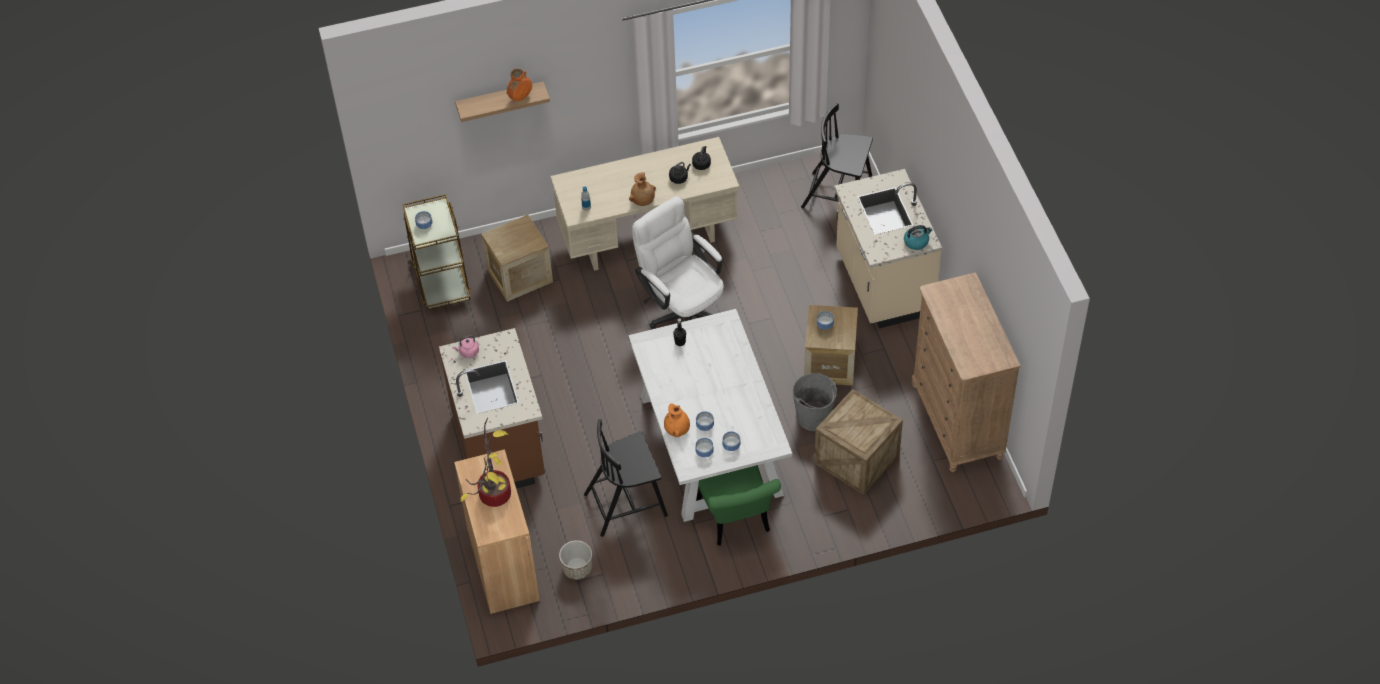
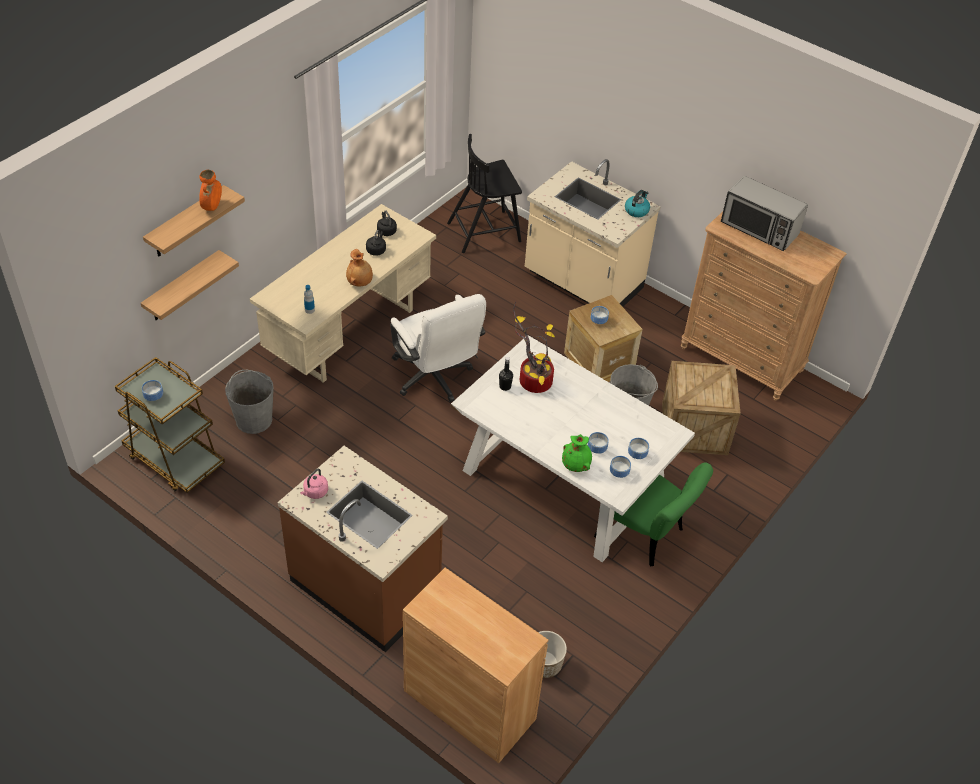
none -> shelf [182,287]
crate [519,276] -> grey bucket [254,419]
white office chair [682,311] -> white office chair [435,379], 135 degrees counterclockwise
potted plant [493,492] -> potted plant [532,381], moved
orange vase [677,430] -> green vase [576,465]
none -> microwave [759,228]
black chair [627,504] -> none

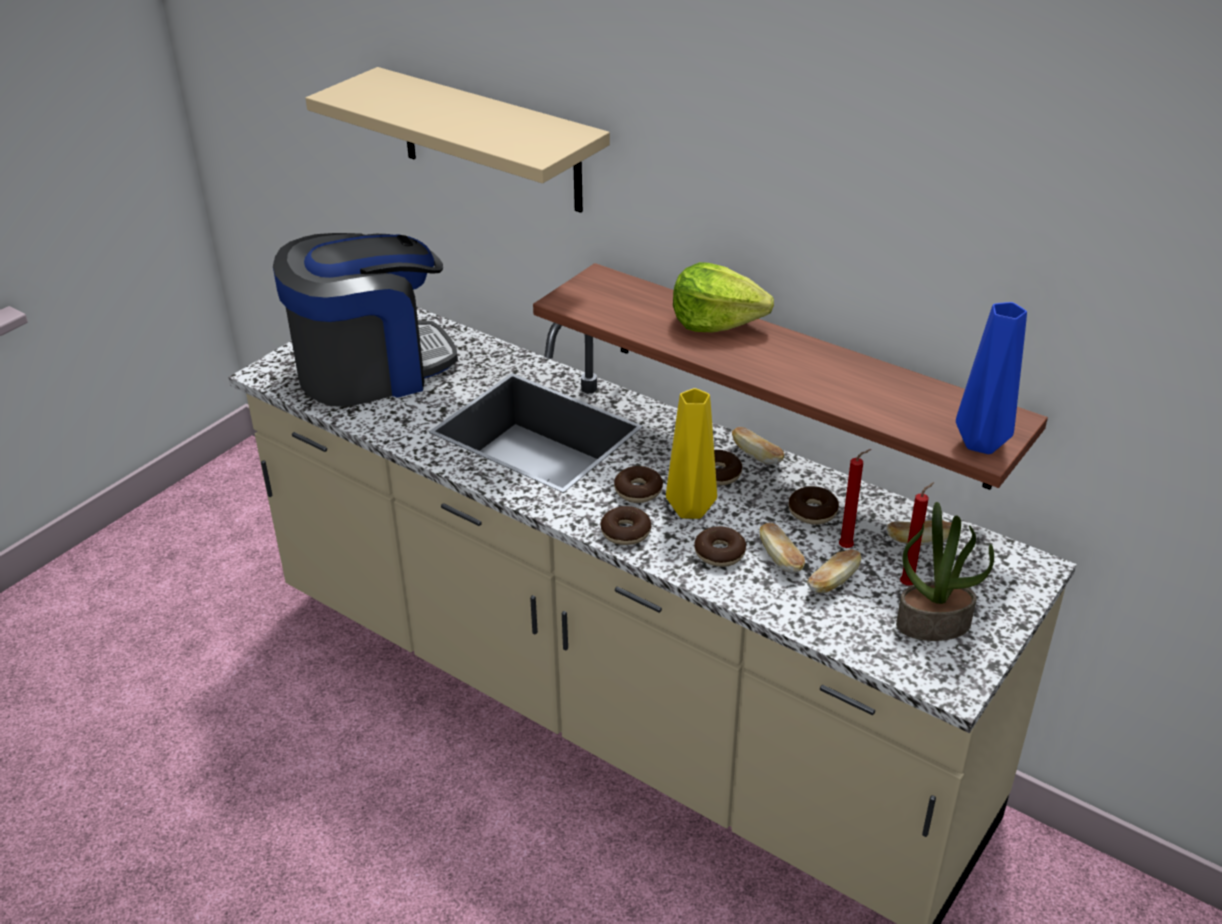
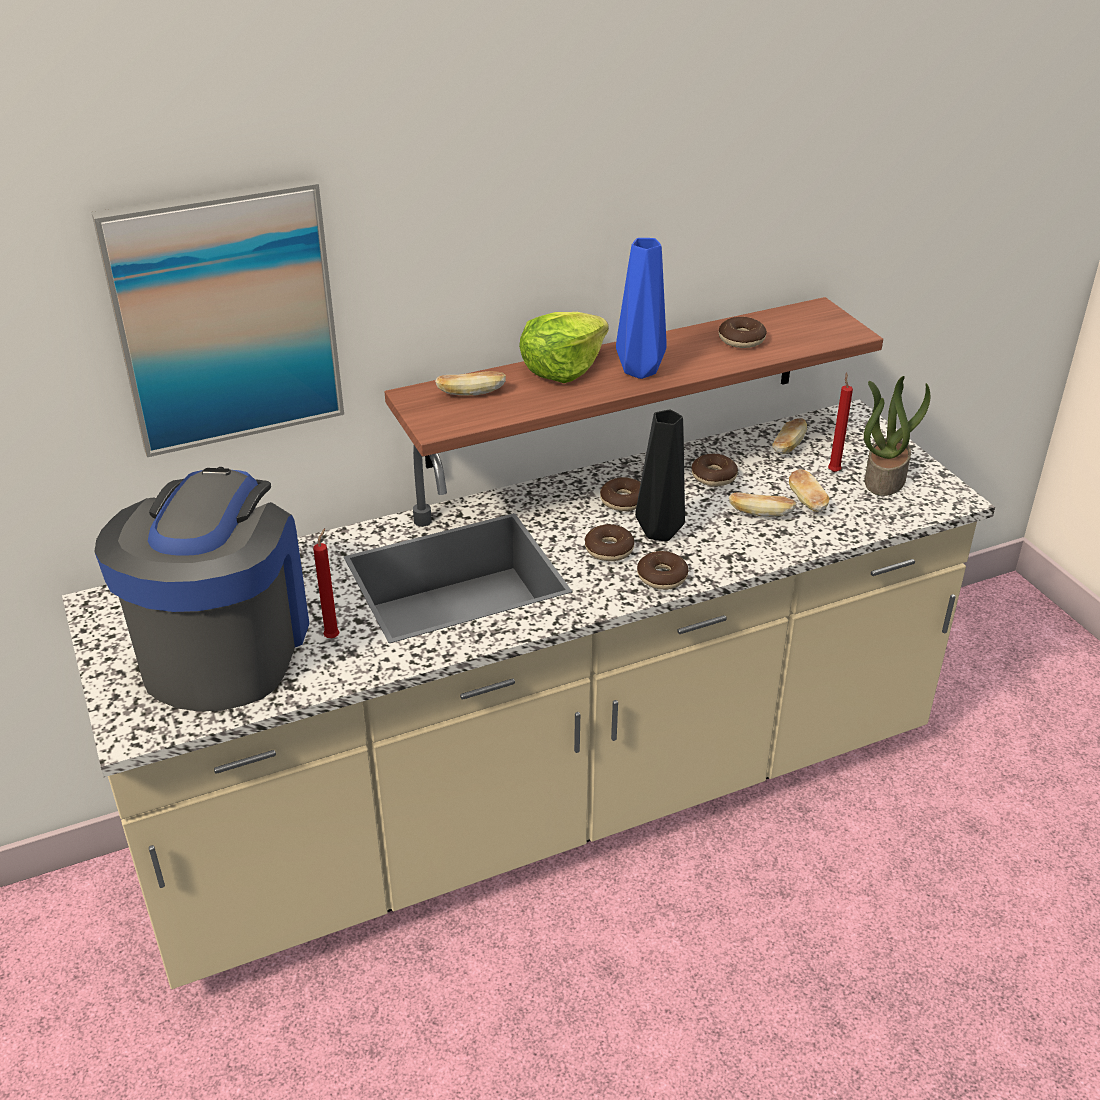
beige shelf [490,141] -> picture [226,318]
red candle [848,547] -> red candle [333,636], moved
bread [756,456] -> bread [471,393], moved
blue vase [984,443] -> blue vase [640,370], moved
yellow vase [693,510] -> black vase [661,532]
donut [719,553] -> donut [741,340], moved

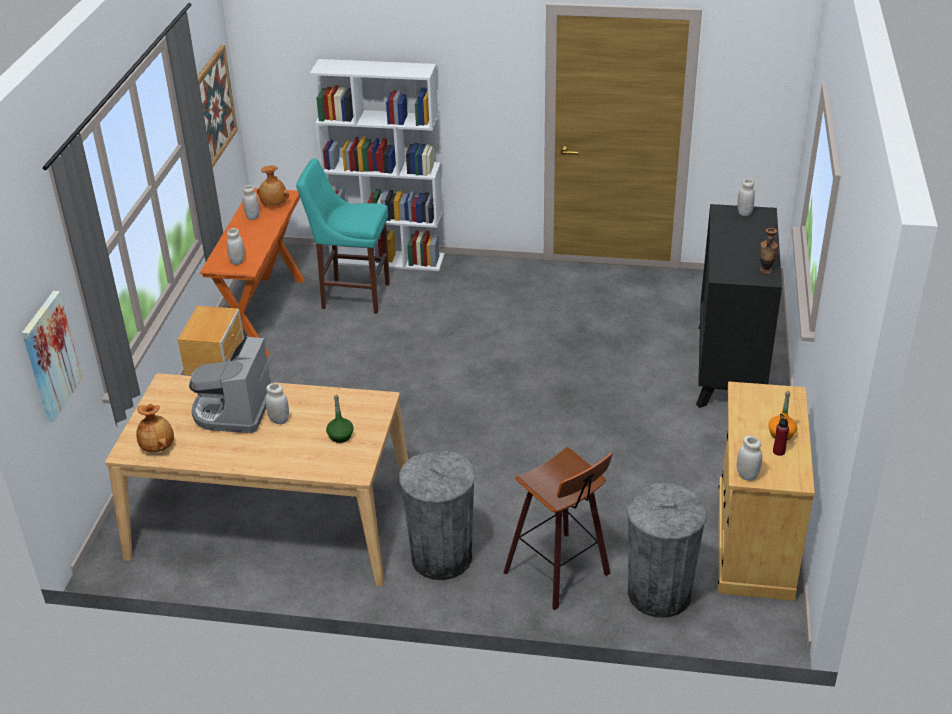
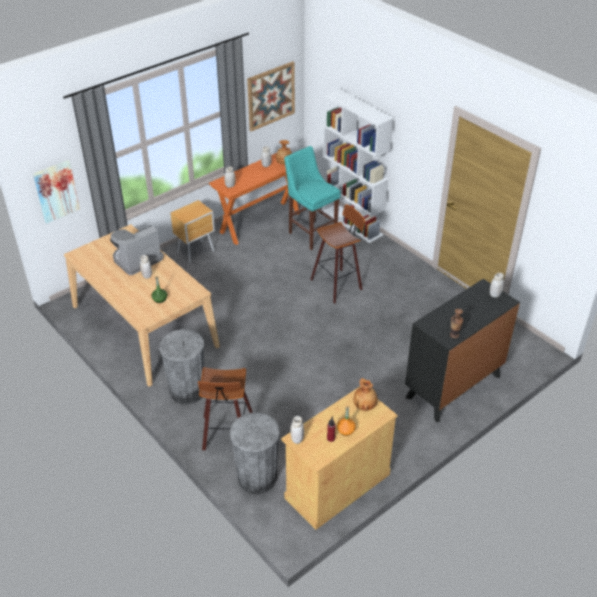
none -> stool [338,284]
brown vase [158,447] -> brown vase [365,405], moved

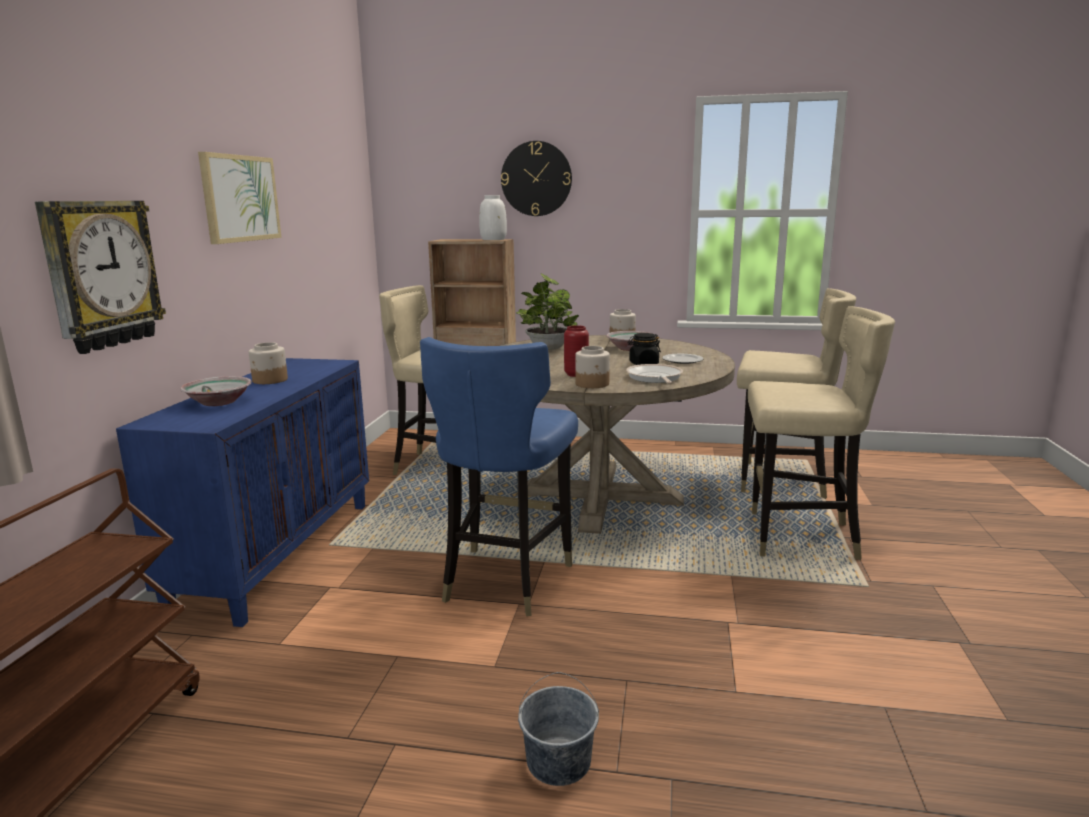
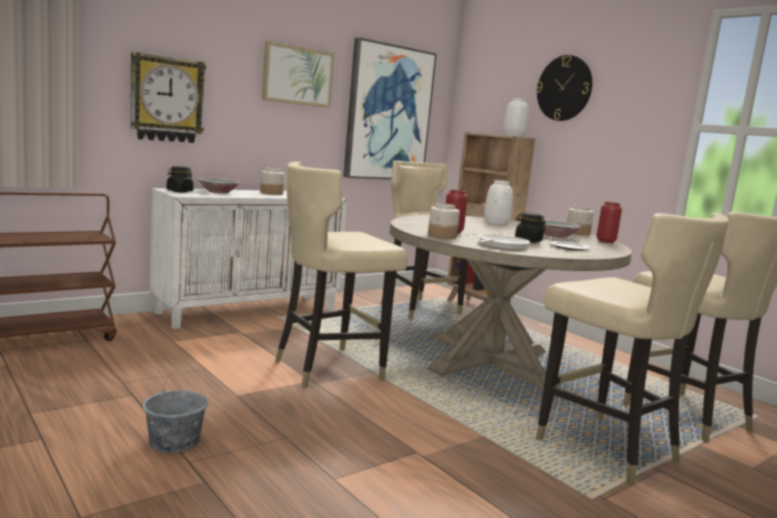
blue cabinet [278,553] -> white cabinet [248,311]
none -> black jar [179,191]
blue chair [505,579] -> beige chair [329,368]
none -> picture [388,113]
potted plant [548,347] -> white vase [496,223]
none -> red vase [605,241]

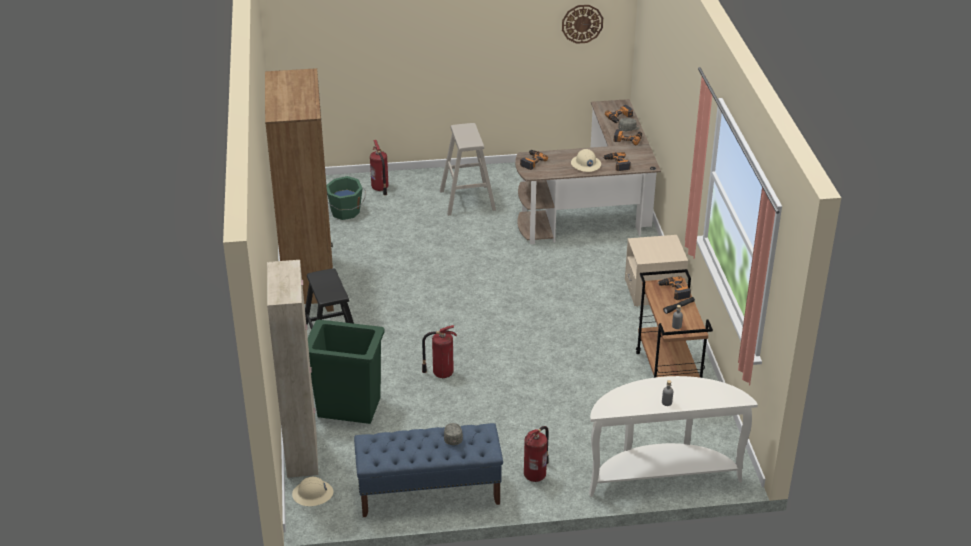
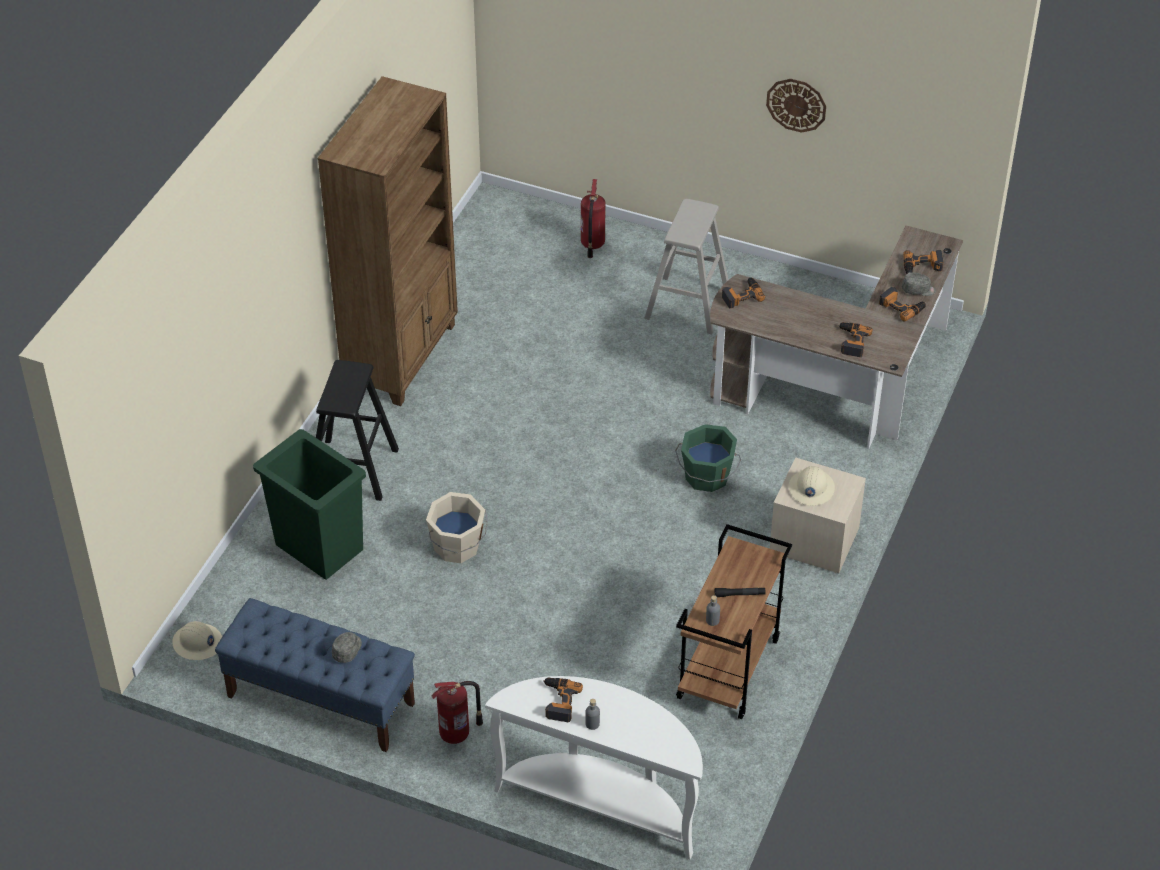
fire extinguisher [441,373] -> beige bucket [457,547]
power drill [674,291] -> power drill [558,701], moved
green bucket [345,212] -> green bucket [707,477], moved
wall clock [582,23] -> wall clock [796,104], moved
beige hard hat [585,164] -> beige hard hat [811,488], moved
beige cabinet [302,452] -> none

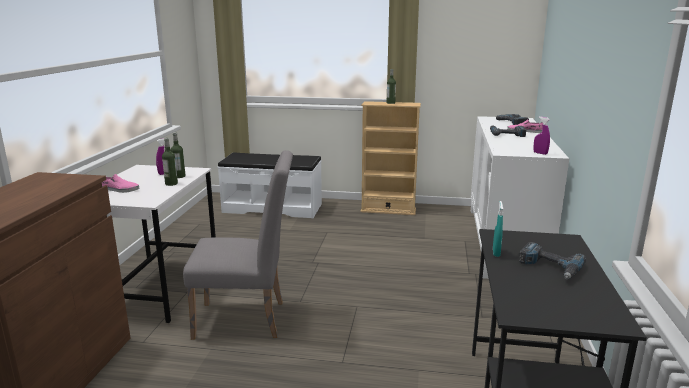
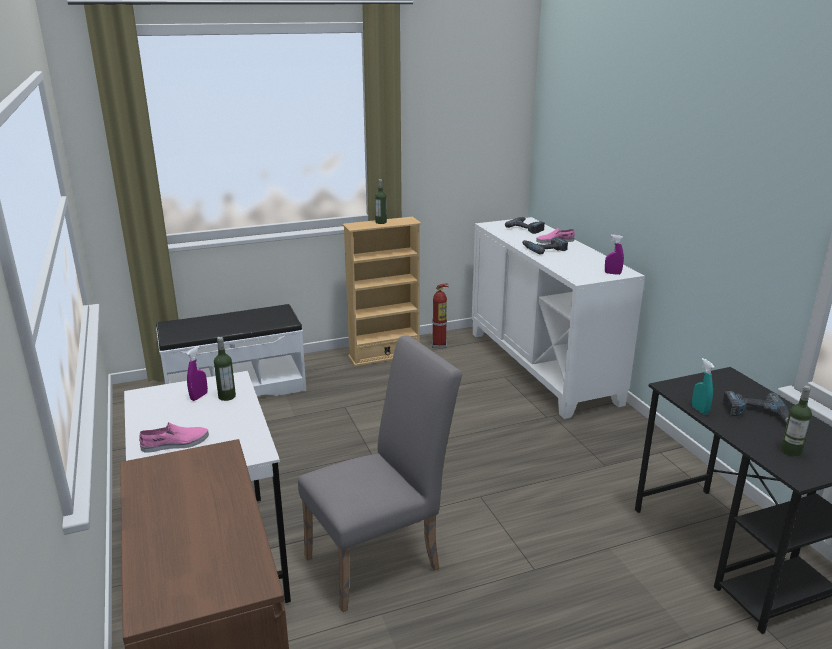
none -> fire extinguisher [439,345]
bottle [171,184] -> bottle [791,451], moved

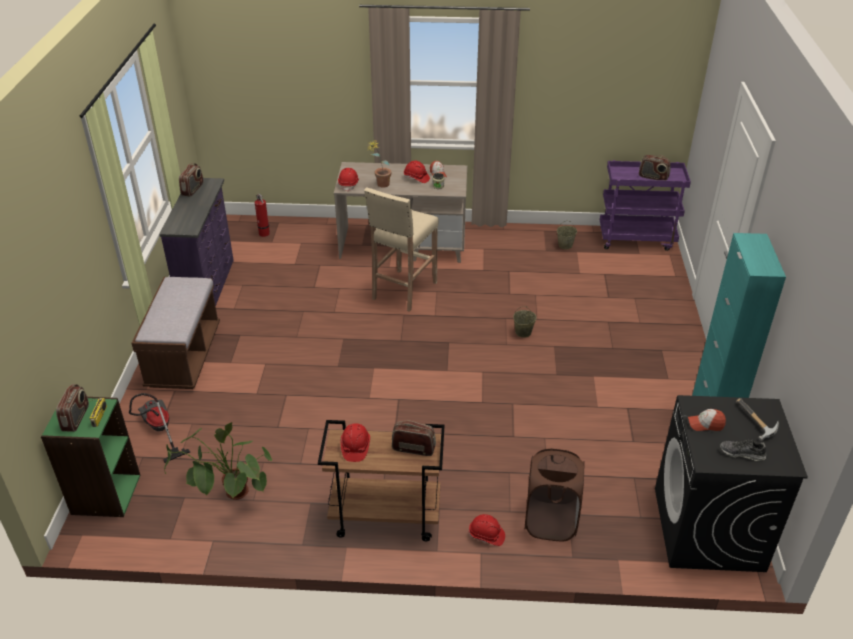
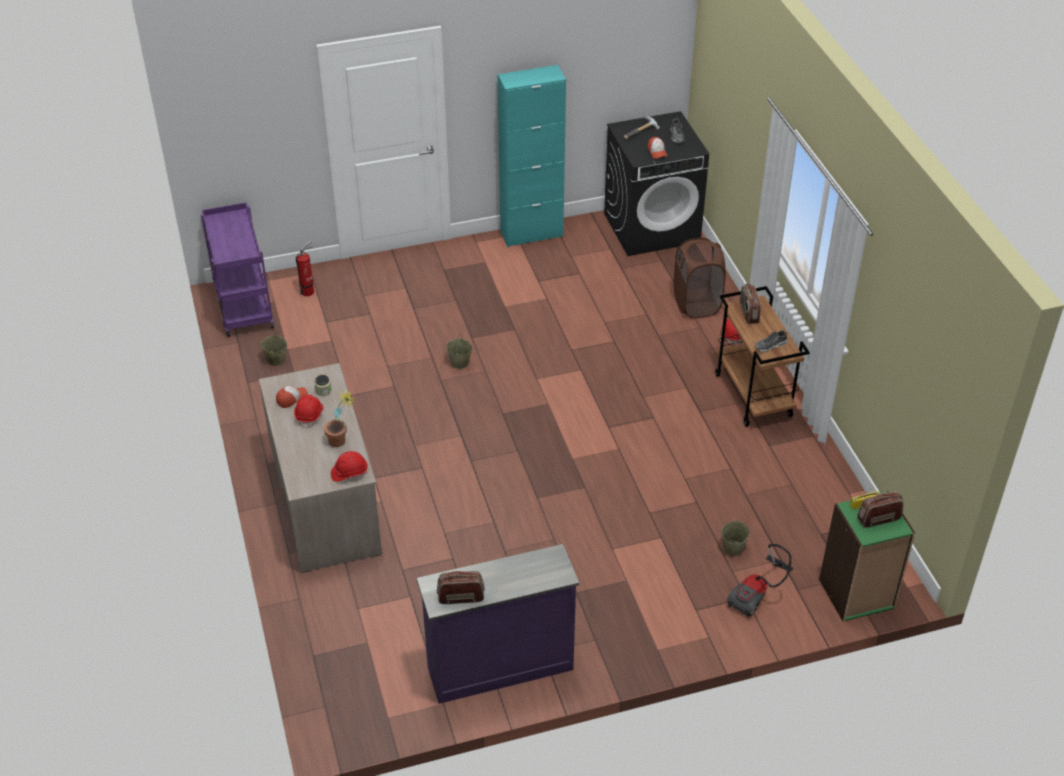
fire extinguisher [264,234] -> fire extinguisher [309,291], moved
none -> beige bucket [733,547]
red hard hat [355,447] -> shoe [770,345]
brown bench [184,357] -> none
potted plant [227,498] -> none
beige stool [403,291] -> none
radio [653,177] -> none

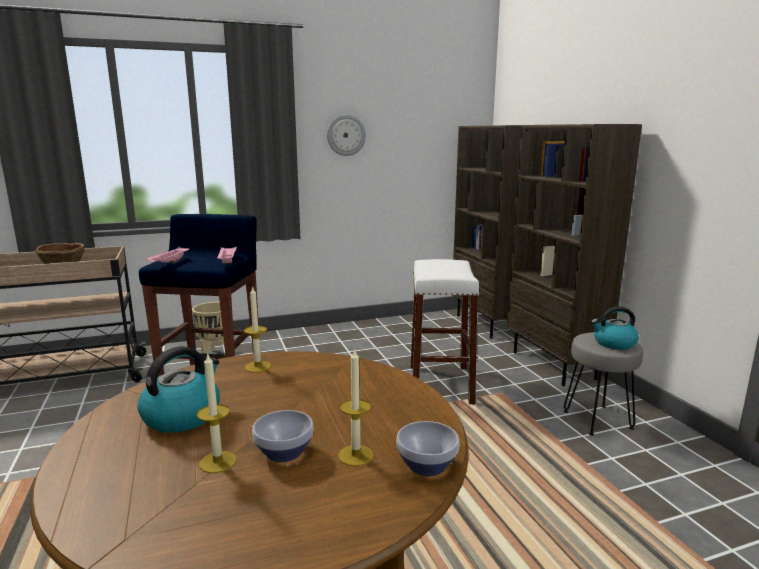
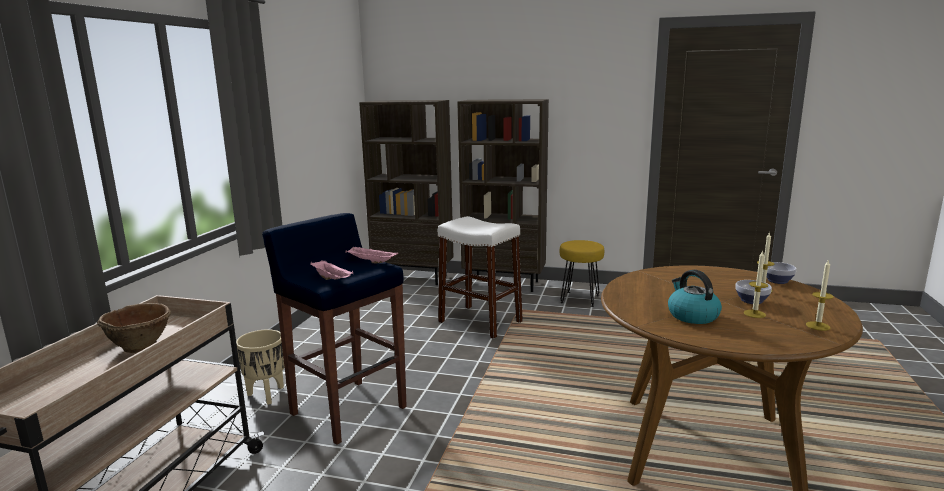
grey stool [597,420] -> yellow stool [580,299]
candle [258,367] -> candle [818,326], moved
wall clock [346,135] -> none
kettle [613,343] -> none

